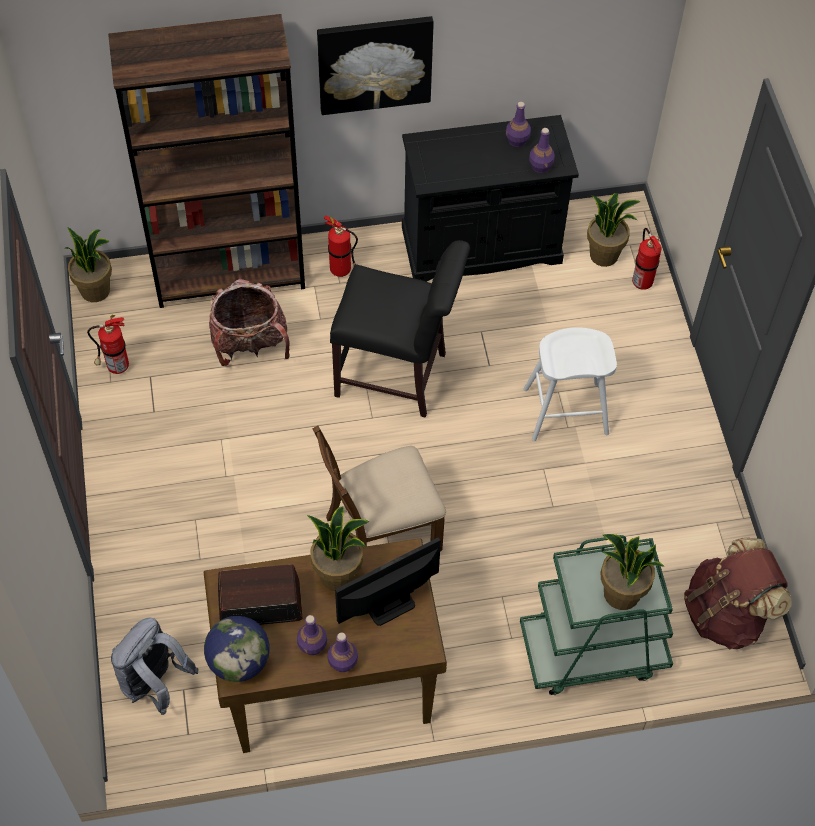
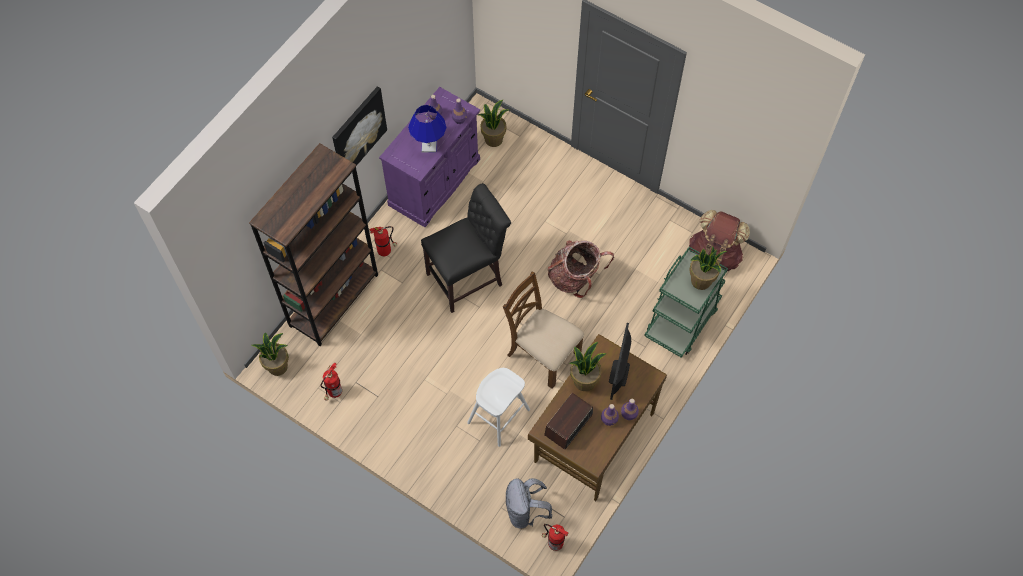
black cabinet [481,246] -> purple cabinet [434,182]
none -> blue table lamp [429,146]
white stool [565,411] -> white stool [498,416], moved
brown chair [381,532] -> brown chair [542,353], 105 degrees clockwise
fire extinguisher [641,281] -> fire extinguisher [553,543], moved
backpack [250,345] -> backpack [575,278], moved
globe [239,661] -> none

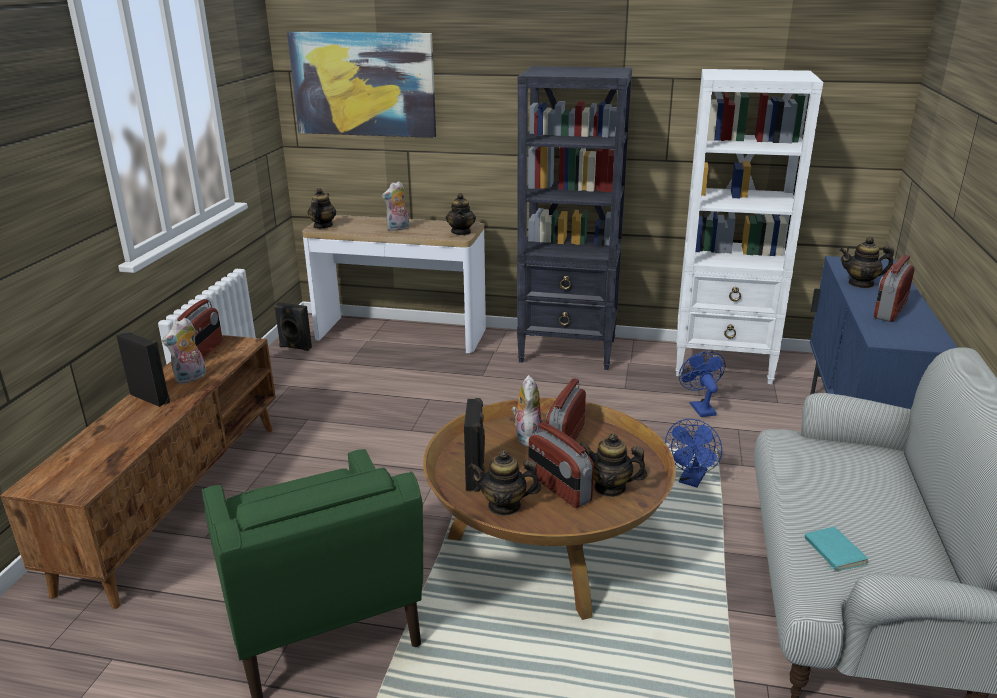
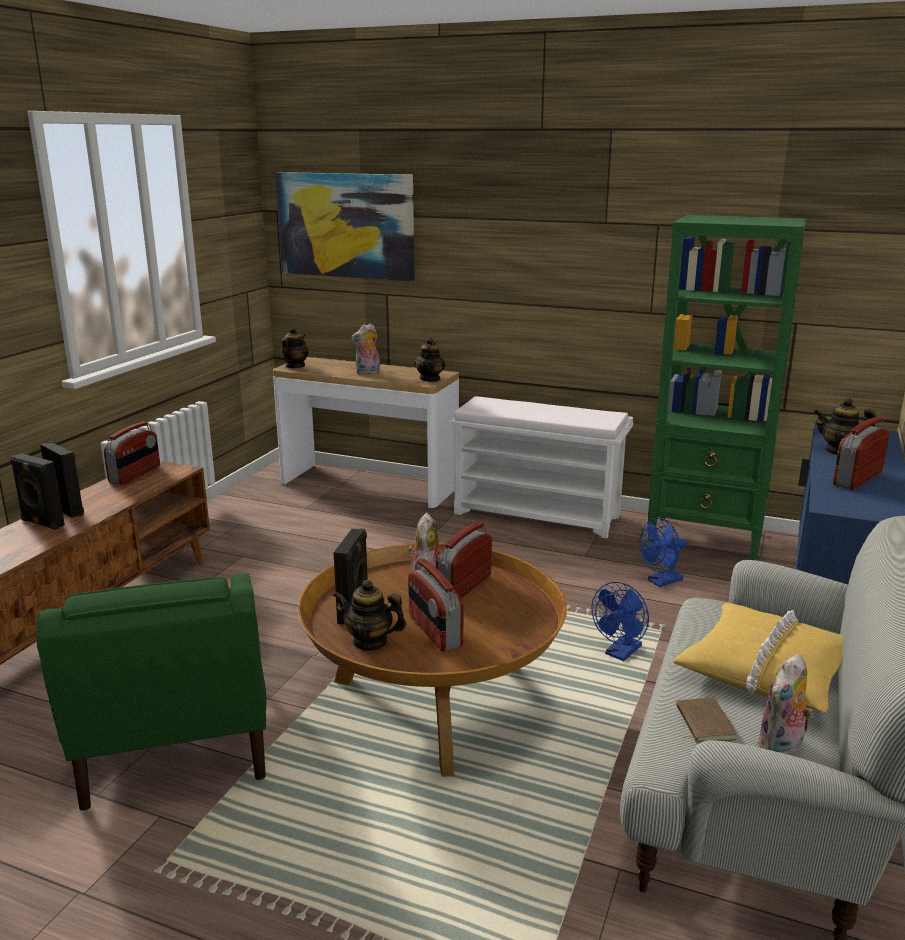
black speaker [295,347] -> black speaker [41,523], moved
black bookcase [568,351] -> white bench [538,514]
blue fan [700,407] -> blue fan [661,582], 120 degrees counterclockwise
white bookcase [723,364] -> green bookcase [706,541]
none -> yellow pillow [766,669]
turquoise book [833,552] -> brown book [702,723]
plush toy [191,378] -> plush toy [782,747], moved
teapot [610,488] -> none

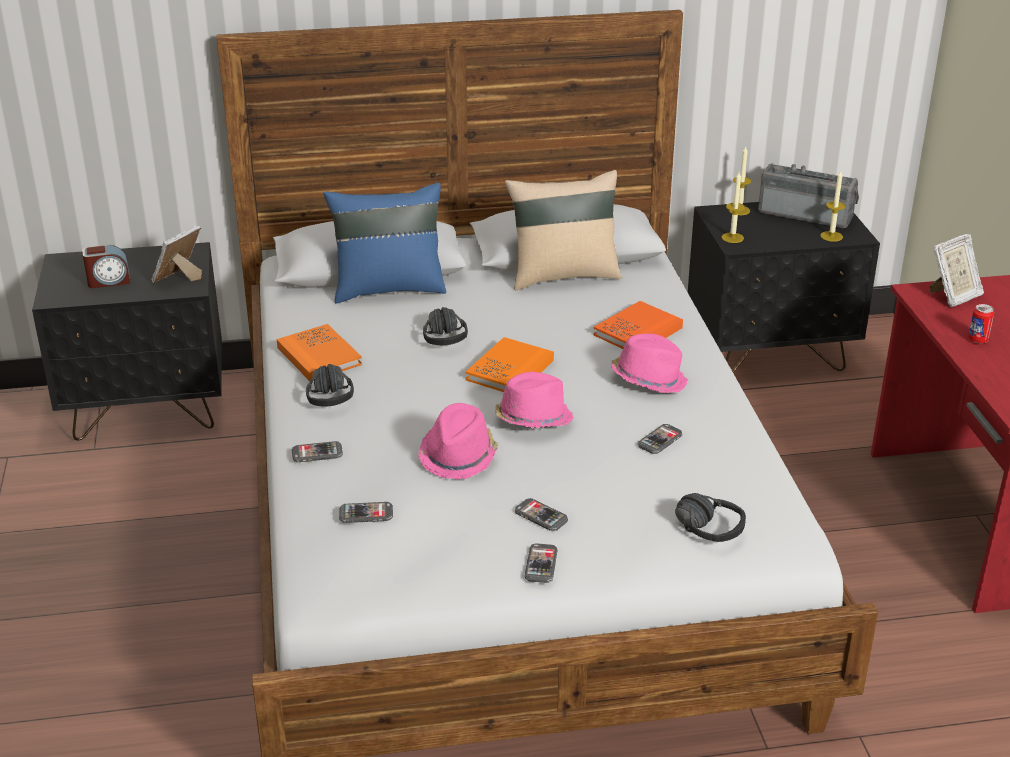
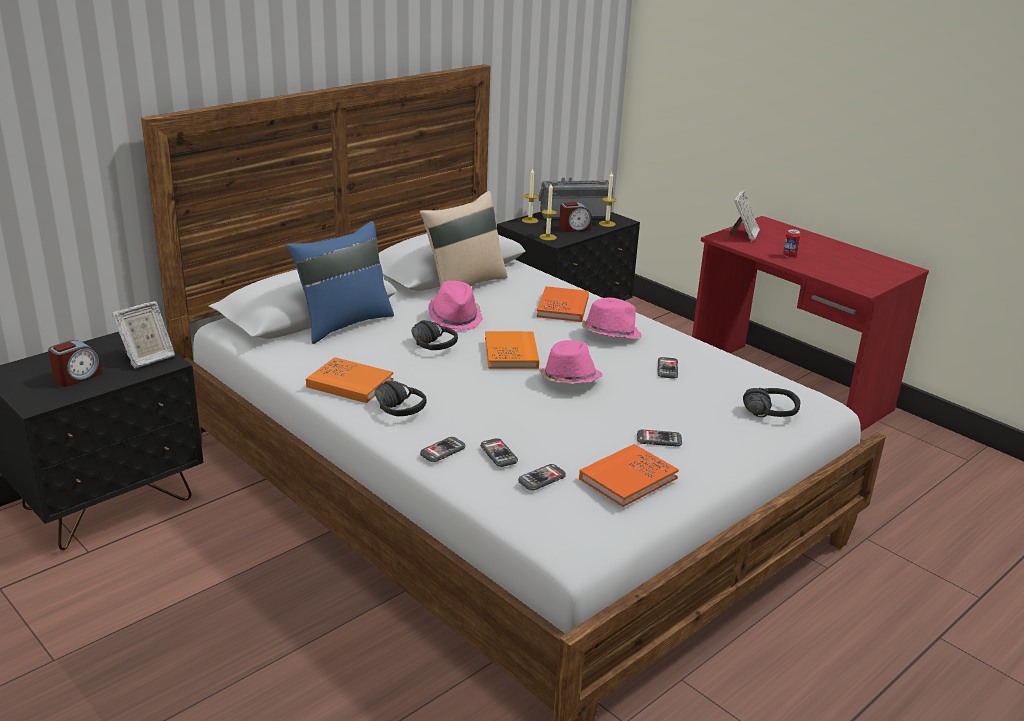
picture frame [179,278] -> picture frame [147,359], 135 degrees counterclockwise
pink hat [459,455] -> pink hat [455,318], moved
phone [541,564] -> phone [498,454], moved
none -> alarm clock [574,228]
none -> orange book [628,478]

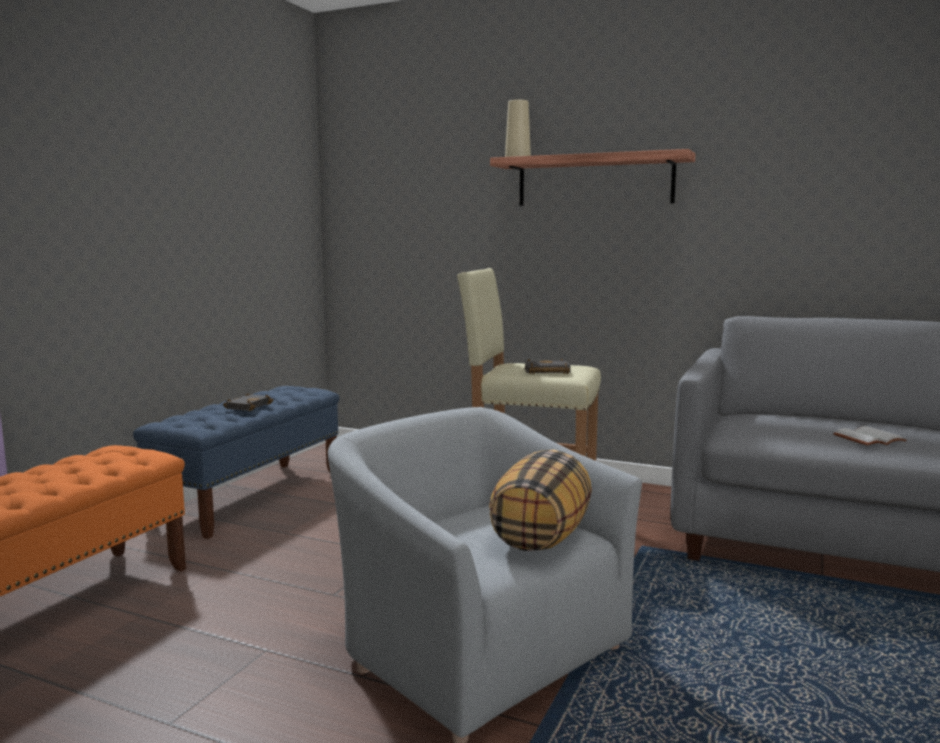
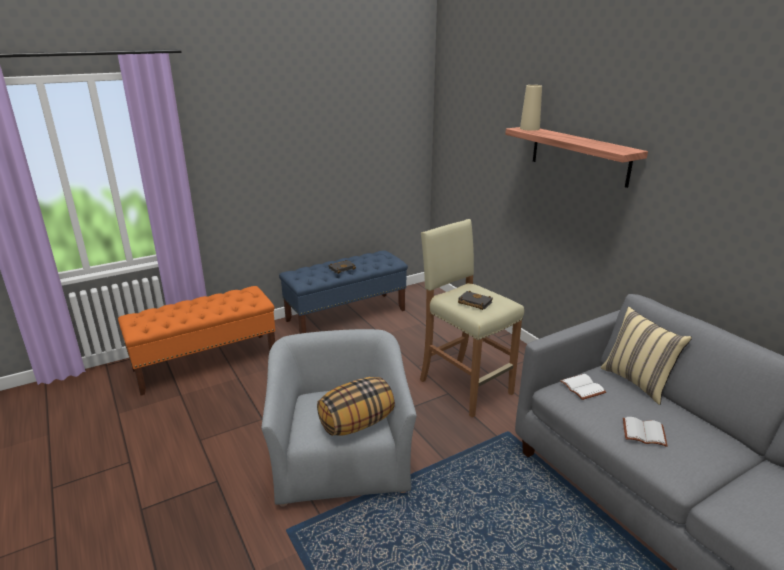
none -> white book [583,387]
none -> beige pillow [637,382]

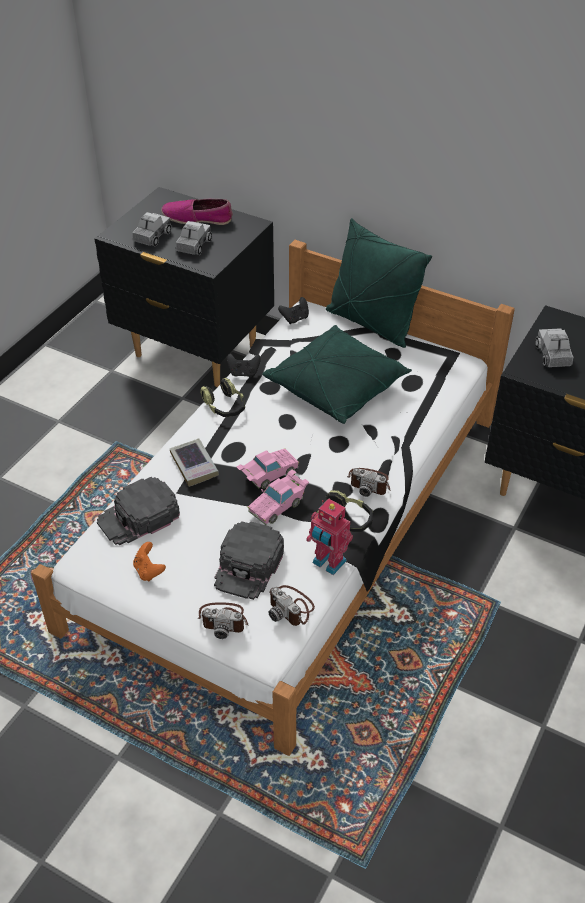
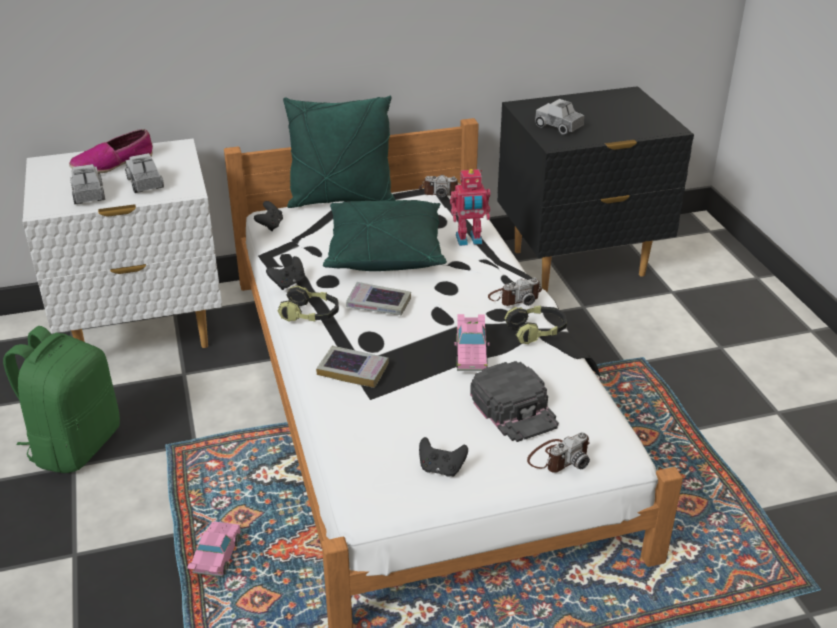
none -> green backpack [75,445]
black nightstand [195,352] -> white nightstand [143,333]
pink toy car [268,475] -> pink toy car [216,559], moved
none -> book [378,304]
photo camera [291,607] -> photo camera [440,191], moved
orange game controller [149,571] -> black game controller [441,469]
toy robot [328,563] -> toy robot [469,240], moved
black cap [139,517] -> none

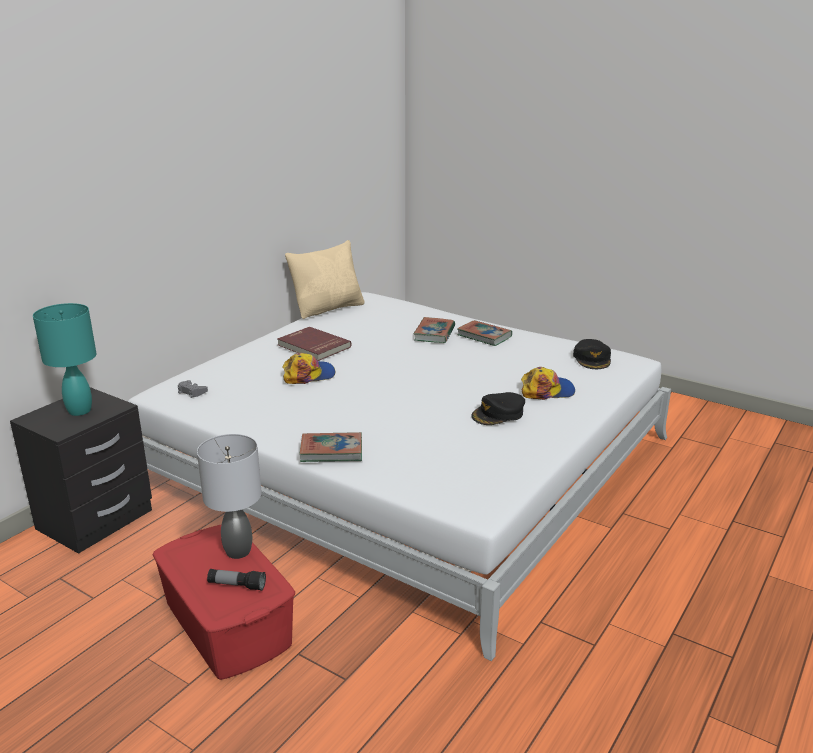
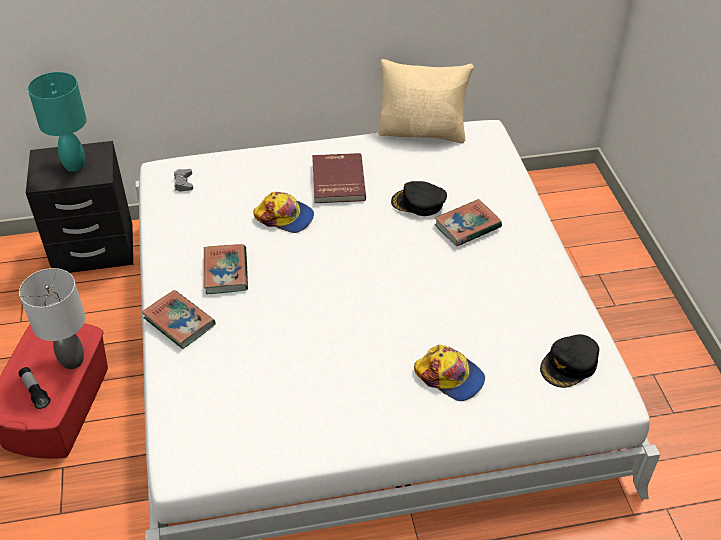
book [484,336] -> book [226,272], moved
black cap [498,414] -> black cap [418,203], moved

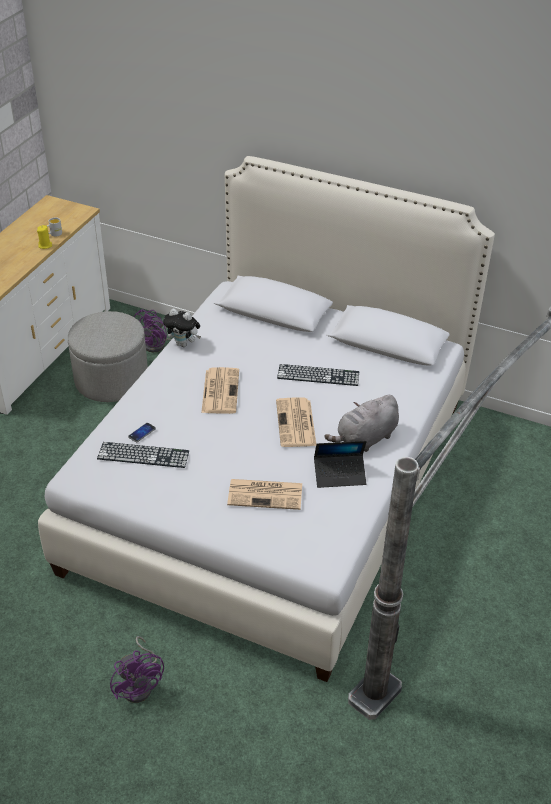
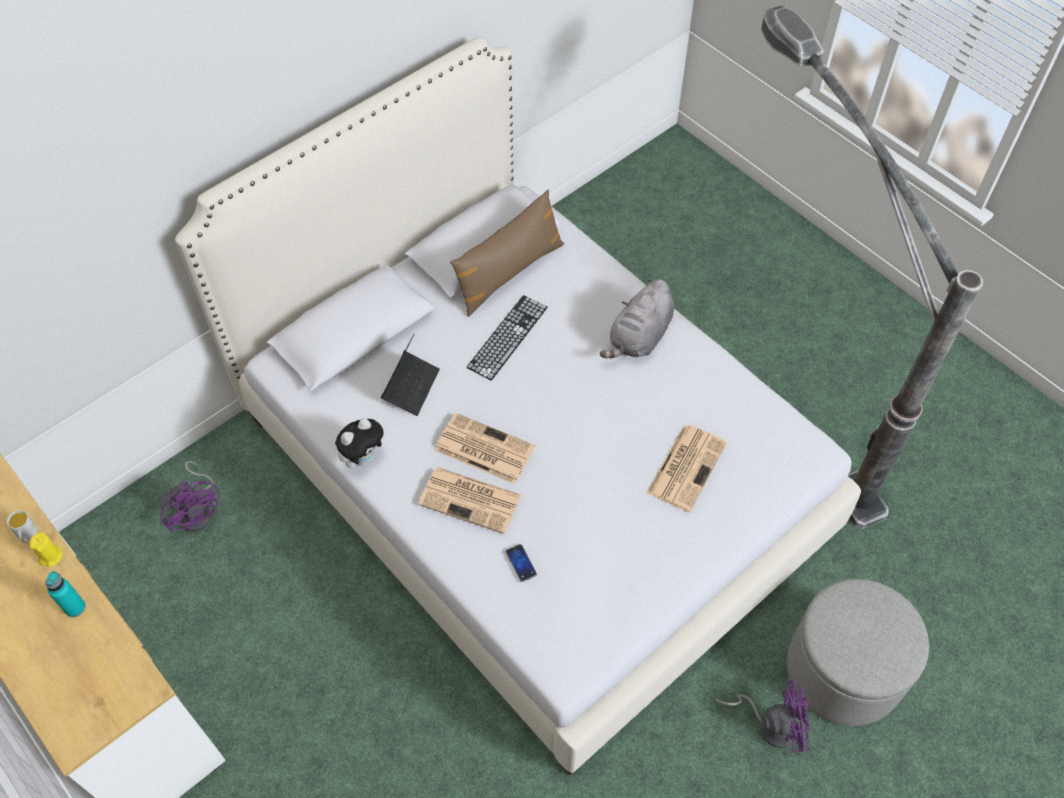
none -> turquoise bottle [75,607]
laptop [339,475] -> laptop [411,387], moved
newspaper [296,424] -> newspaper [471,500], moved
none -> brown pillow [509,273]
grey plush toy [365,439] -> grey plush toy [639,338], 45 degrees clockwise
grey ottoman [111,380] -> grey ottoman [843,670], moved
keyboard [143,455] -> none

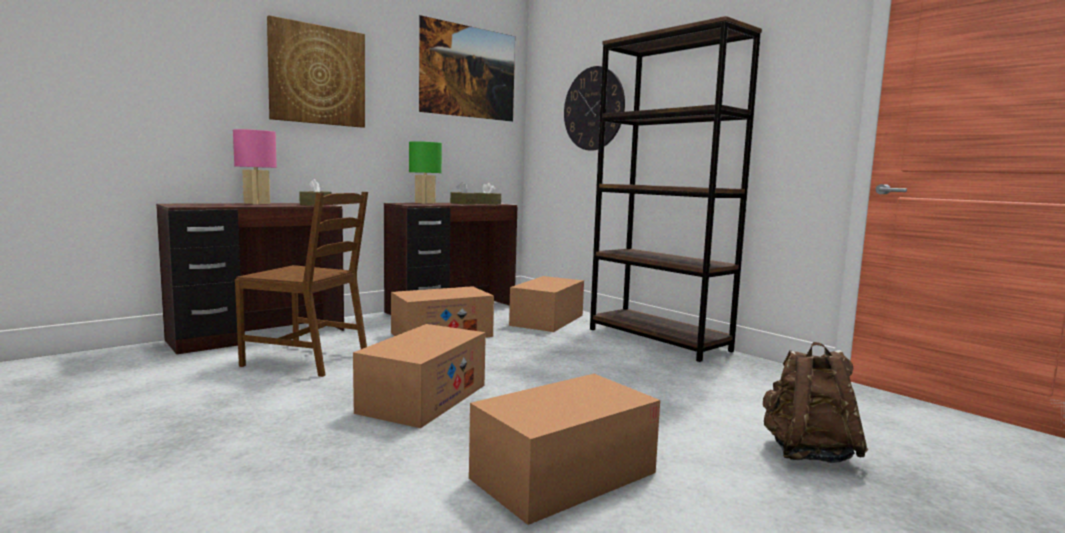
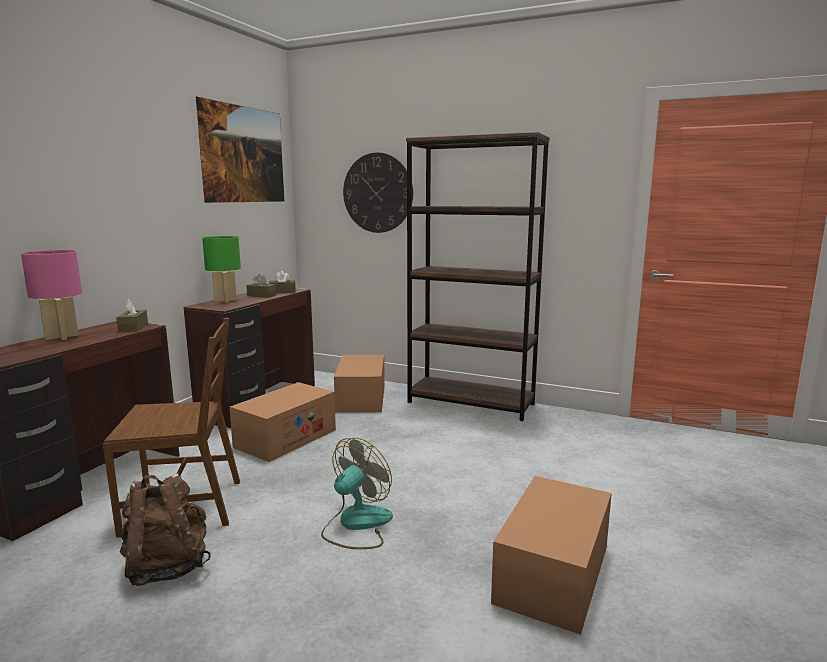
brown backpack [807,453] -> brown backpack [167,567], moved
cardboard box [423,398] -> fan [356,524]
picture [317,75] -> none

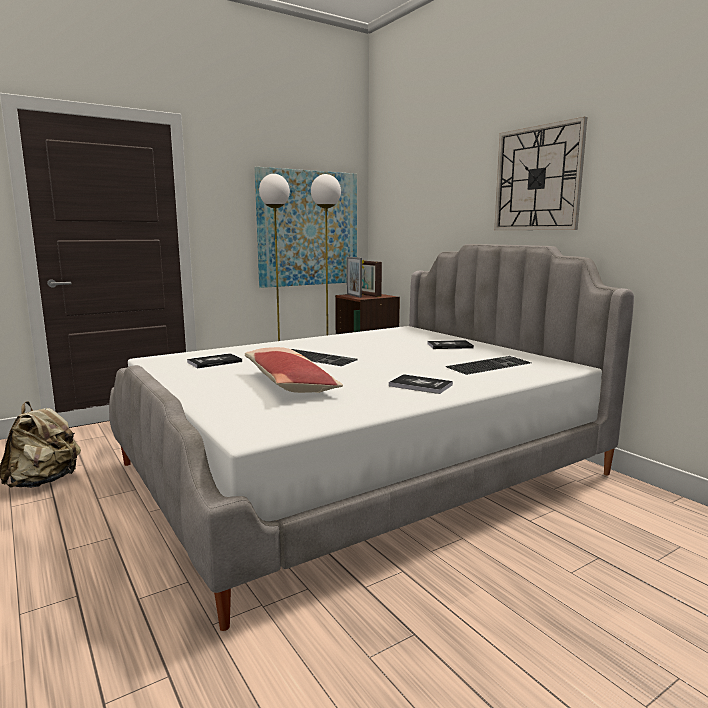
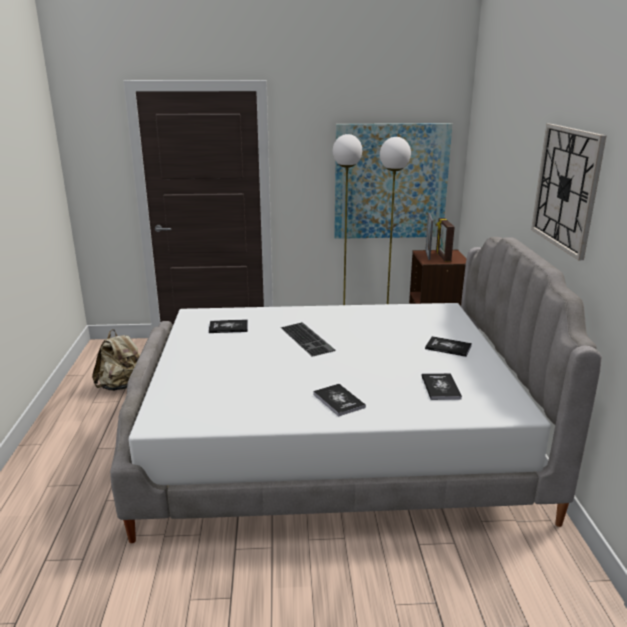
keyboard [488,365] -> book [440,387]
pillow [289,384] -> none

